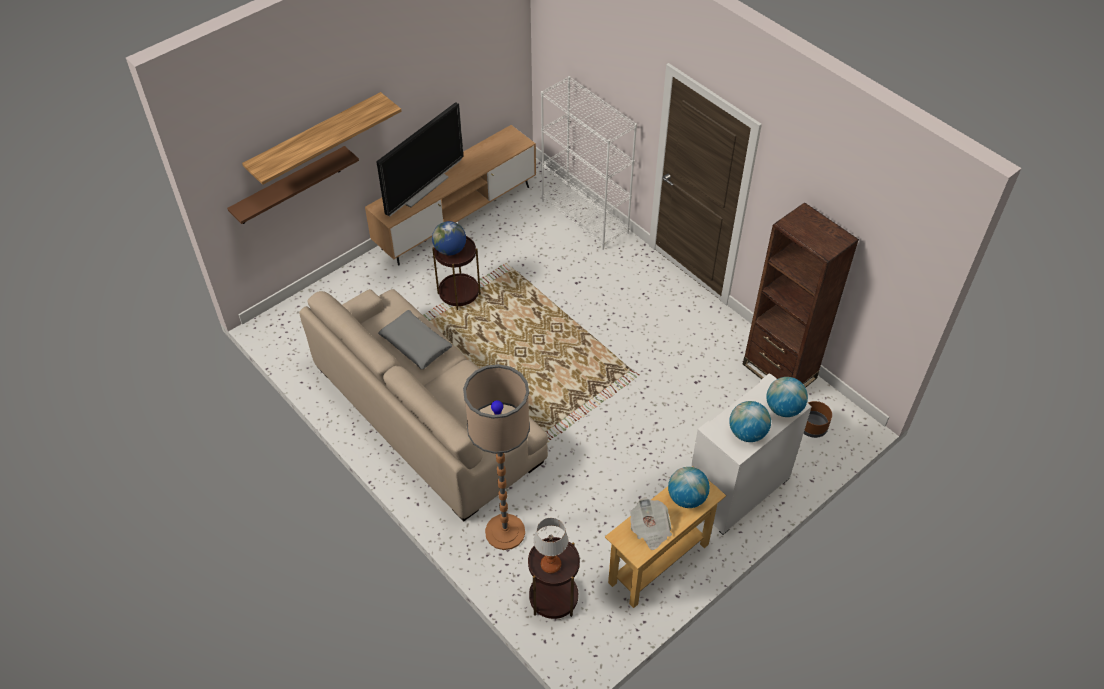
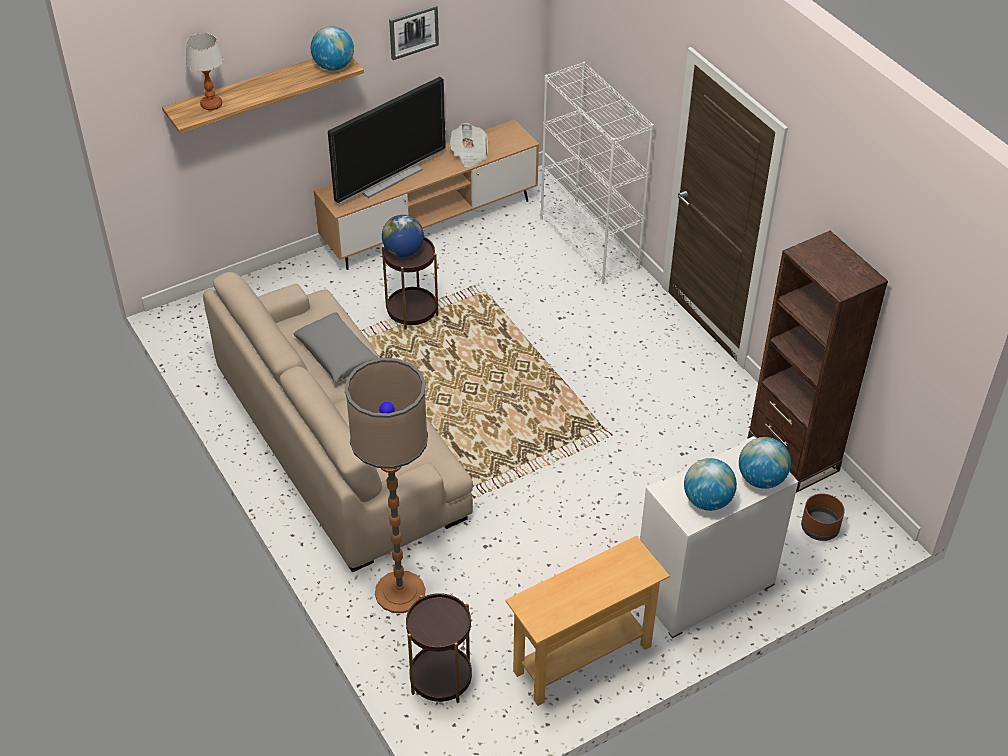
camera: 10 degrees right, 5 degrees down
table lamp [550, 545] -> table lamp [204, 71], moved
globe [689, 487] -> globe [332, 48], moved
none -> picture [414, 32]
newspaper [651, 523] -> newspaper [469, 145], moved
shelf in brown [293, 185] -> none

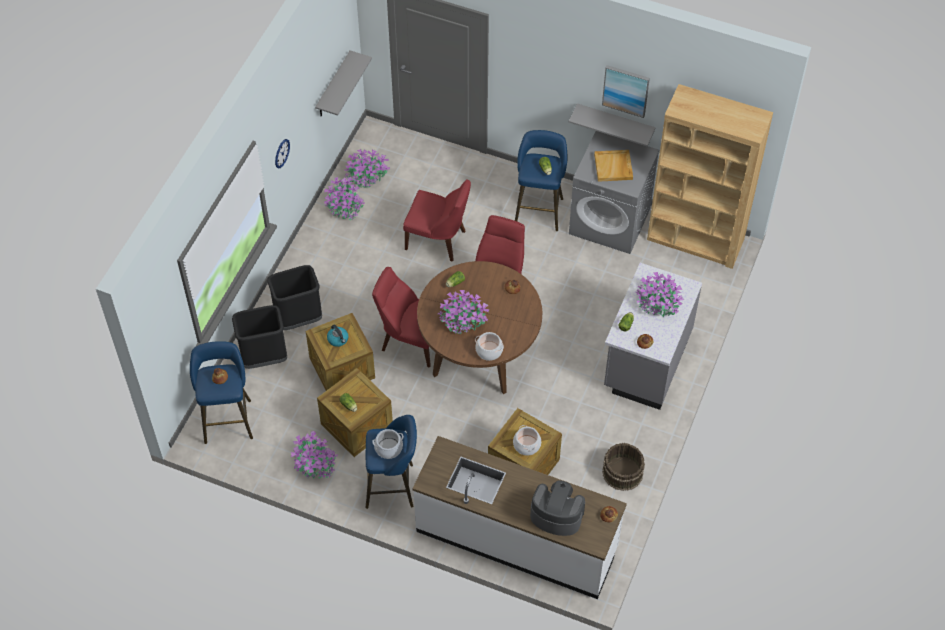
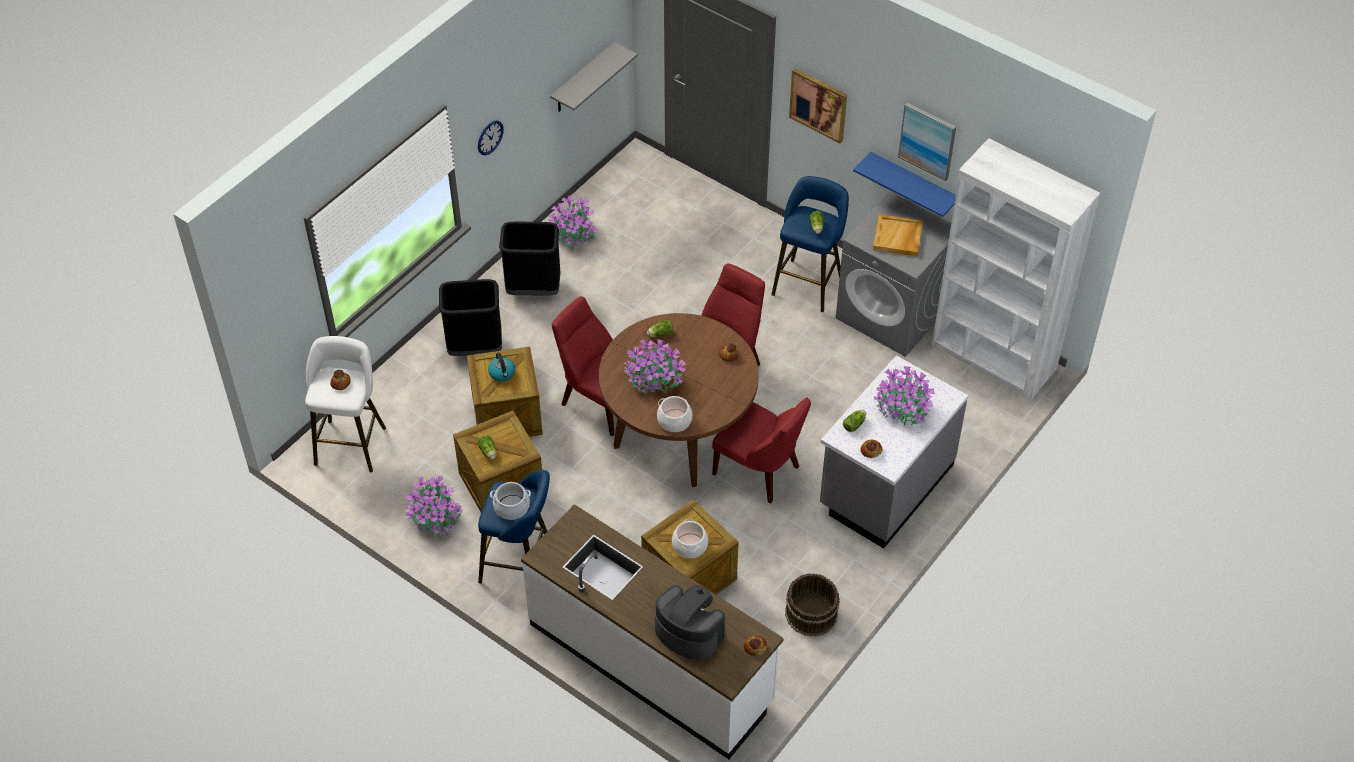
camera: 15 degrees right, 5 degrees down
stool in blue [221, 392] -> stool in white [345, 404]
trash can in black [259, 337] -> trash can in black [529, 258], moved
chair in red [437, 220] -> chair in red [761, 450], moved
none -> picture [818, 106]
shelf in grey [612, 124] -> shelf in blue [904, 184]
bookcase in brown [710, 176] -> bookcase in white [1016, 269]
potted plant [367, 168] -> none

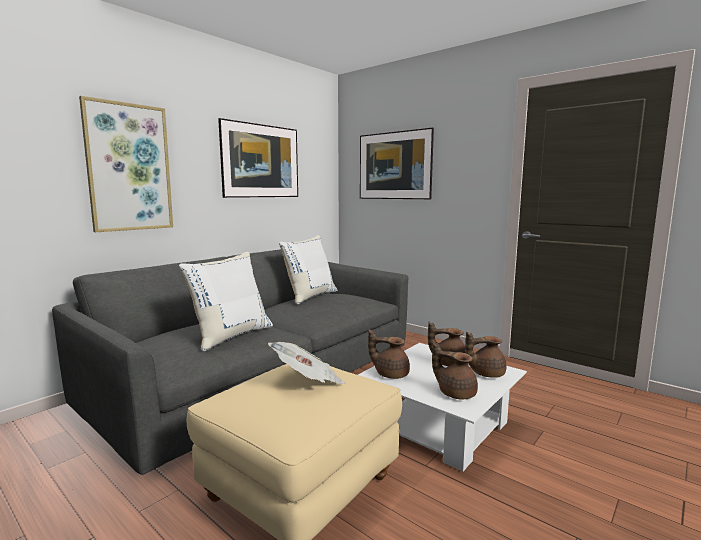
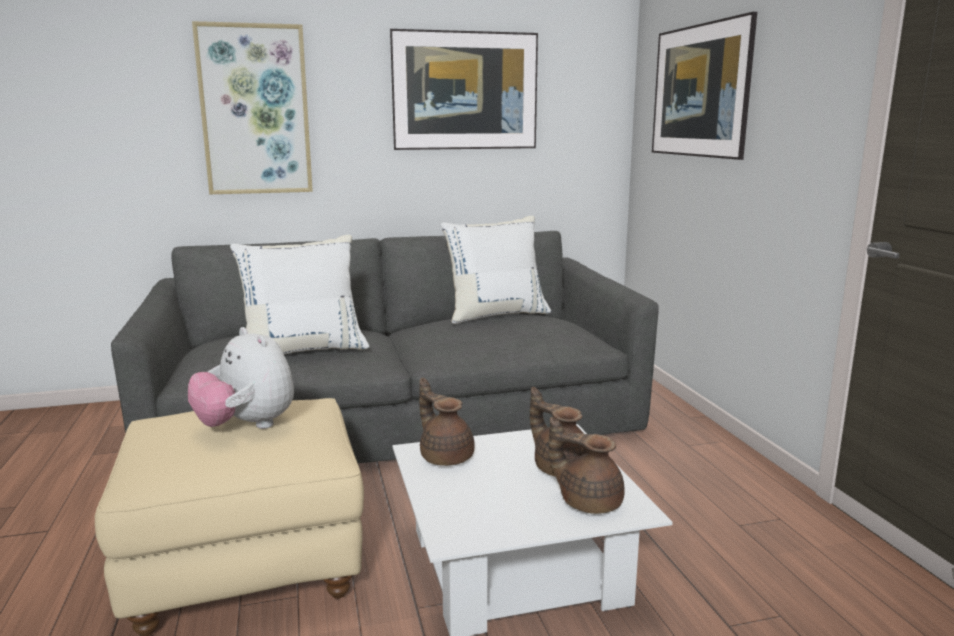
camera: 35 degrees right, 5 degrees up
newspaper [306, 363] -> plush toy [241, 378]
teapot in brown [455, 370] -> none

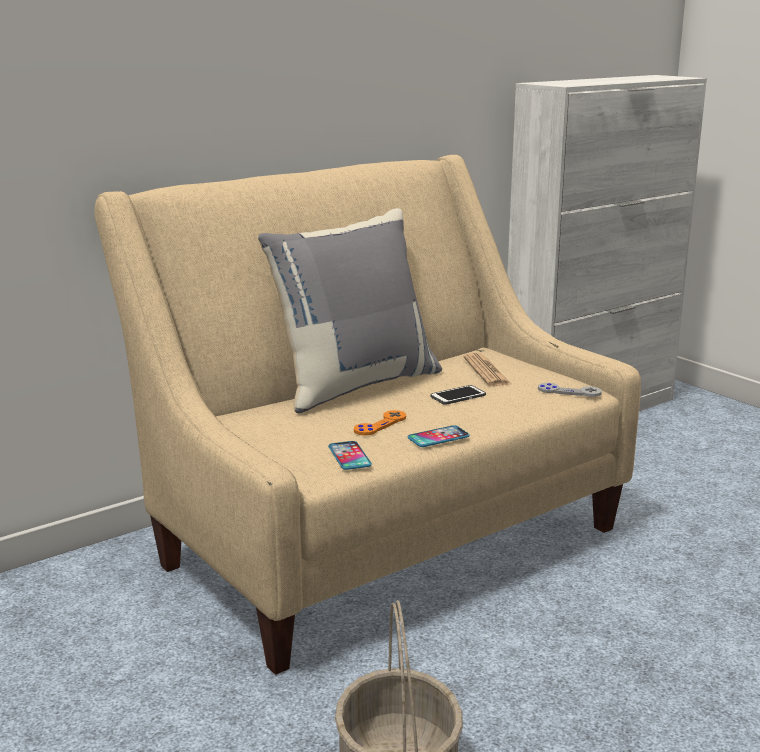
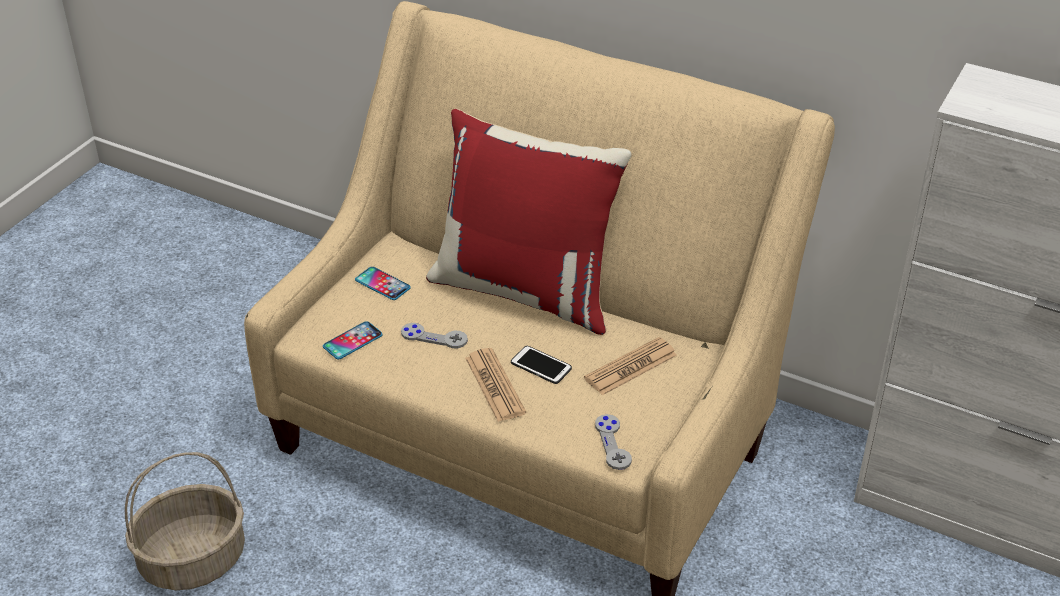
camera: 65 degrees right, 20 degrees up
phone [439, 436] -> phone [383, 283], moved
game controller in orange [380, 422] -> game controller in grey [434, 335]
pillow in grey [350, 311] -> pillow in red [529, 222]
none -> newspaper [495, 385]

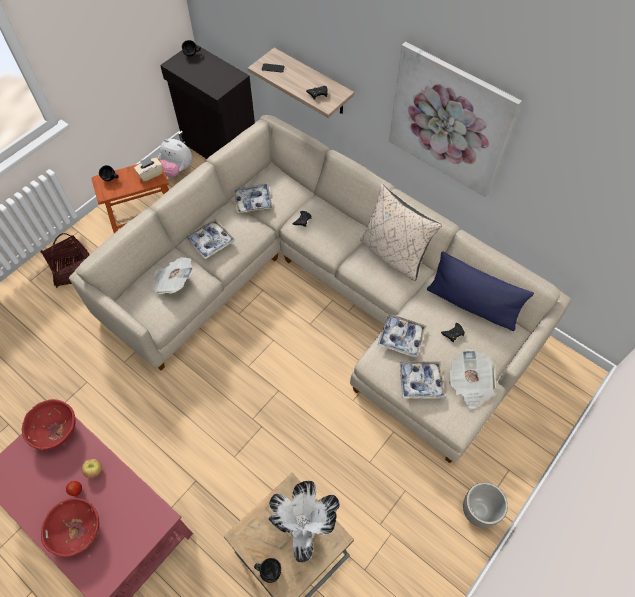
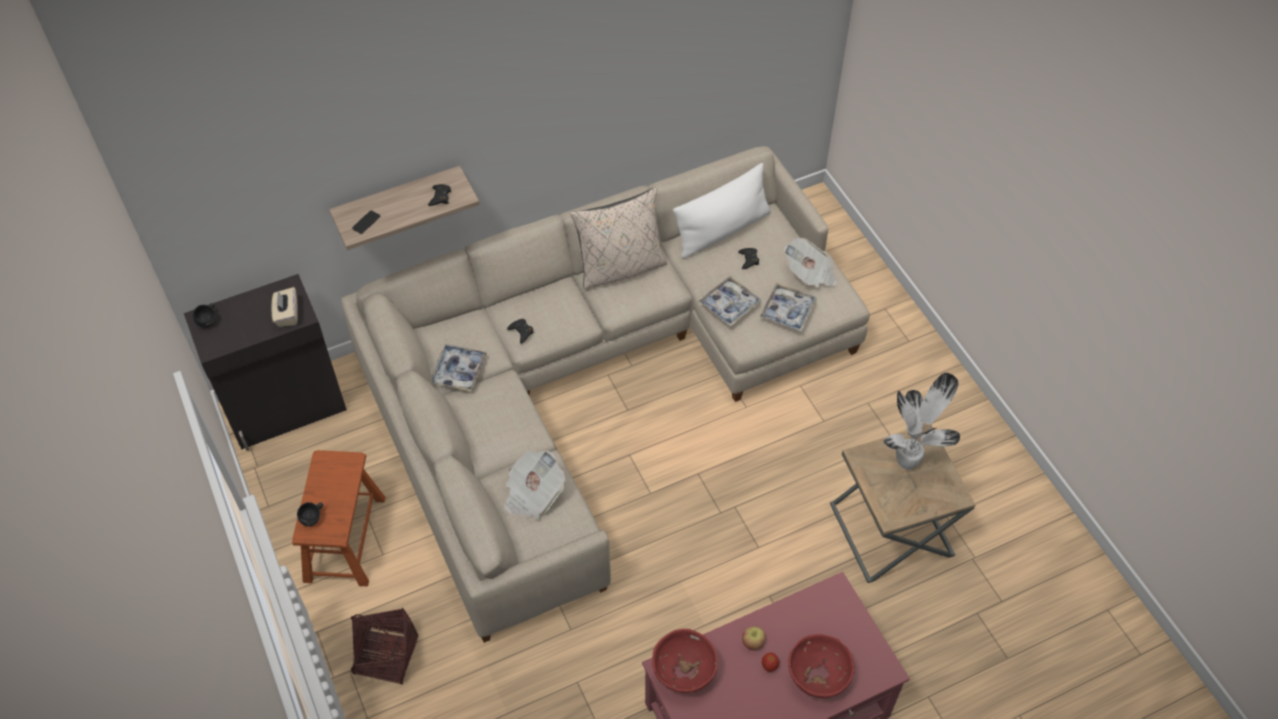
camera: 65 degrees left, 5 degrees down
tissue box in beige [148, 169] -> tissue box in beige [284, 307], moved
pillow in blue [480, 291] -> pillow in white [722, 211]
plush toy [174, 158] -> none
tray [210, 239] -> none
mug in black [267, 570] -> none
picture [455, 119] -> none
planter [485, 505] -> none

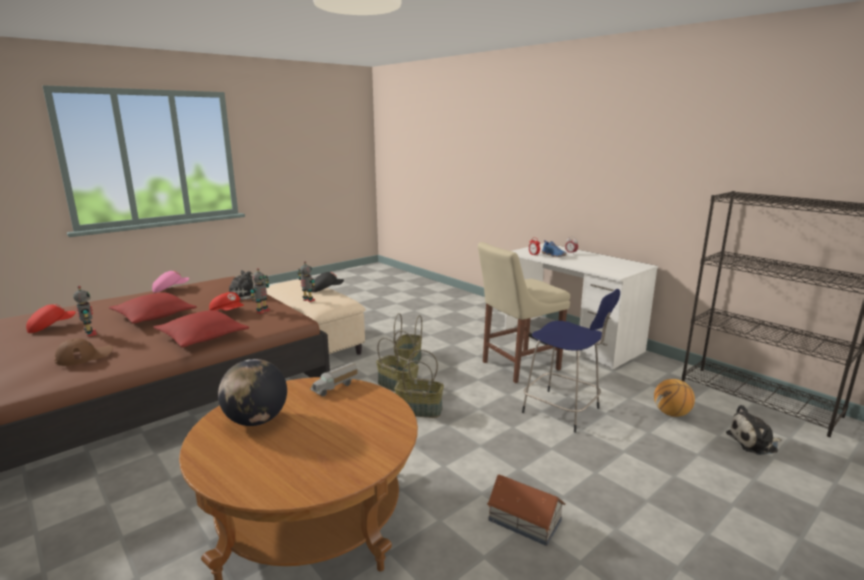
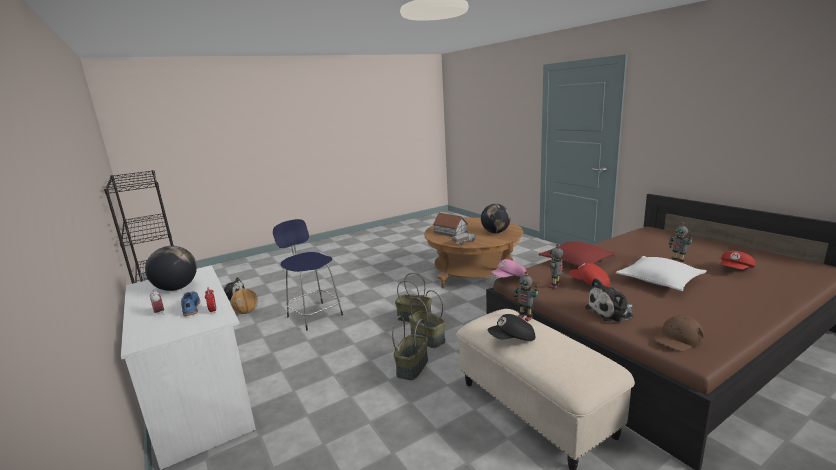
camera: 170 degrees left, 0 degrees up
none -> globe [171, 268]
toy house [526, 510] -> toy house [450, 225], moved
cap in pink [170, 282] -> cap in pink [509, 268], moved
pillow in red [153, 308] -> pillow in white [661, 273]
cap in brown [84, 352] -> cap in brown [678, 333], moved
chair in beige [524, 312] -> none

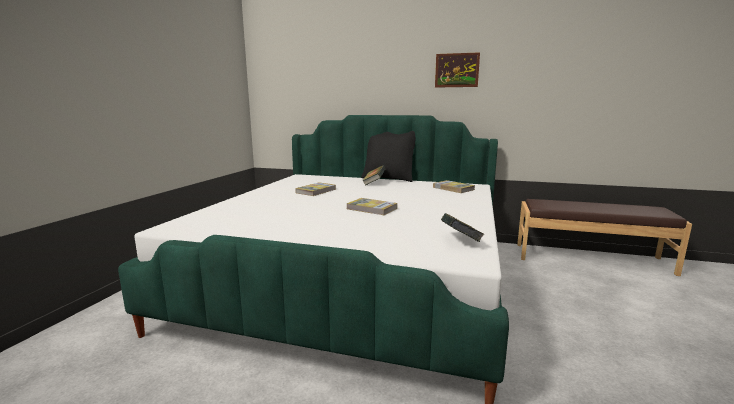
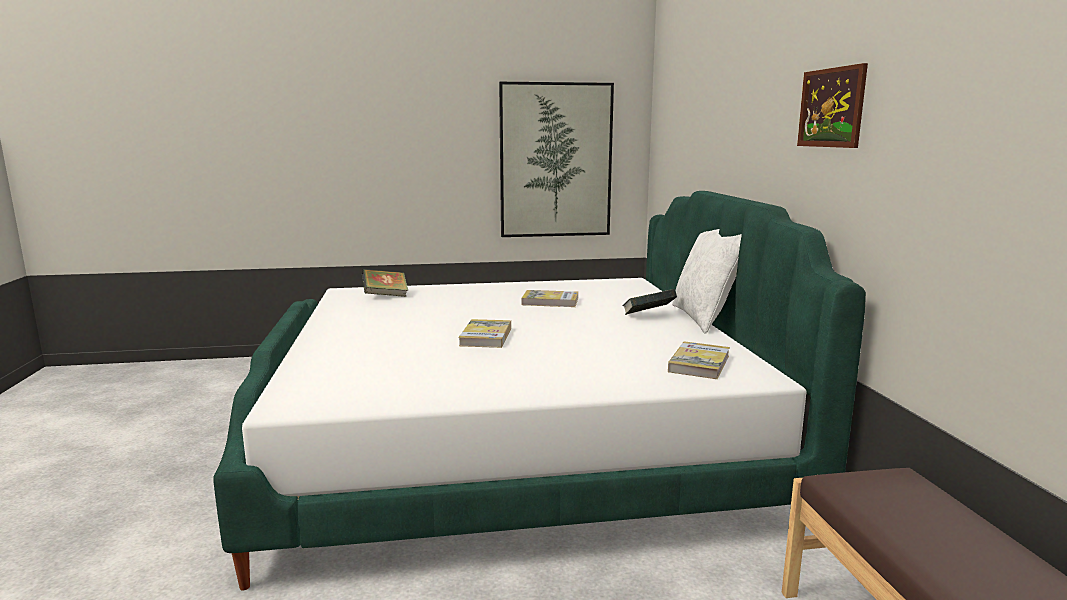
camera: 65 degrees right, 0 degrees up
book [463, 227] -> book [385, 283], moved
none -> picture [556, 159]
pillow in black [388, 156] -> pillow in white [707, 281]

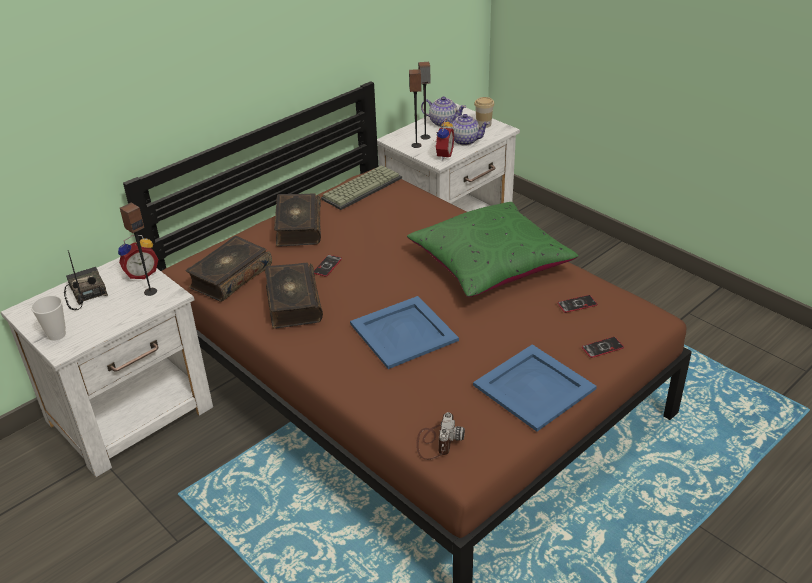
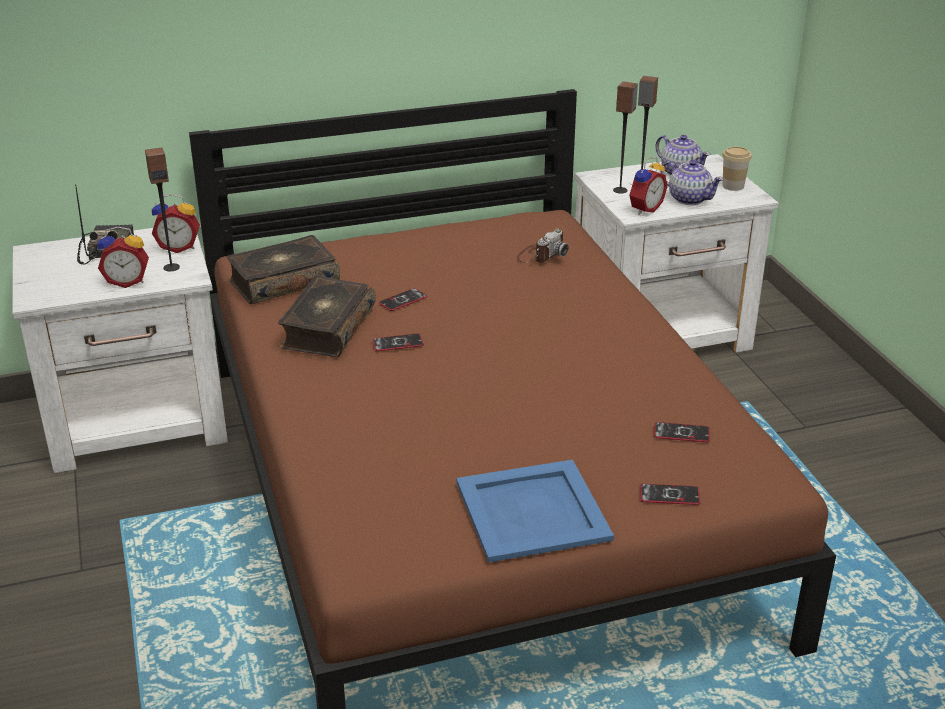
camera: 25 degrees right, 5 degrees down
none -> alarm clock [123, 257]
none -> phone [398, 342]
photo camera [440, 436] -> photo camera [543, 246], moved
cup [48, 318] -> none
book [297, 219] -> none
keyboard [361, 187] -> none
tray in blue [404, 332] -> none
pillow in green [492, 249] -> none

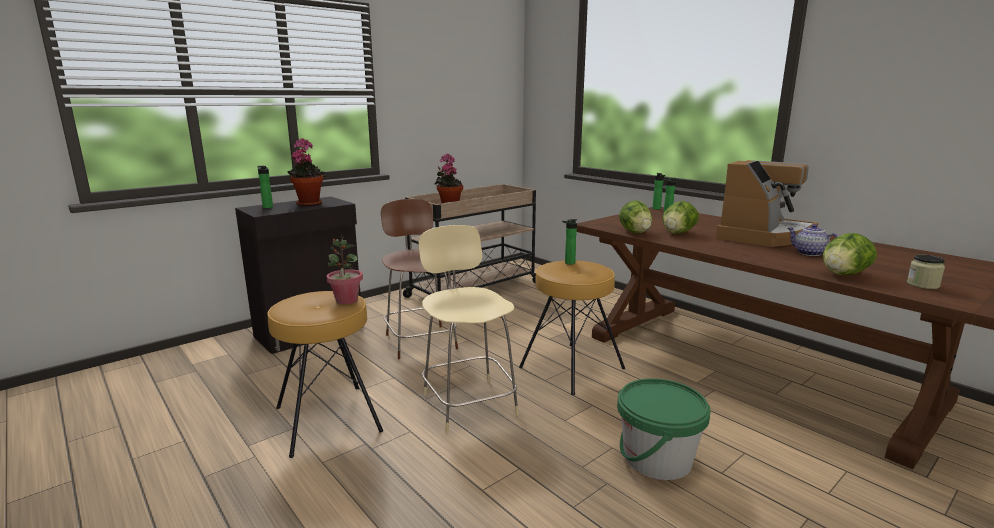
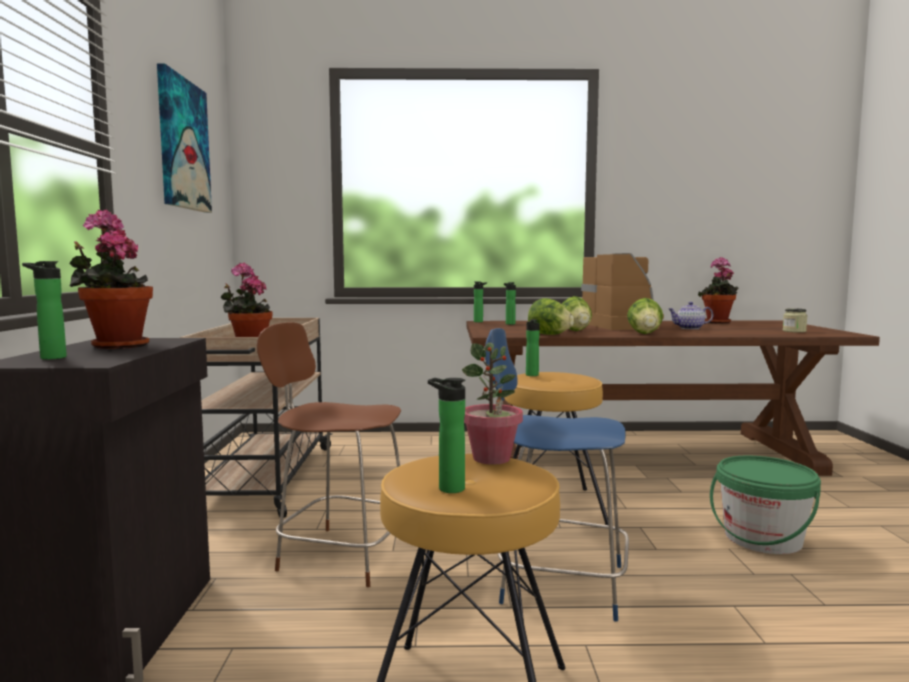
camera: 50 degrees left, 10 degrees down
none -> picture [184, 138]
none -> bottle [446, 435]
chair in beige [469, 329] -> chair in blue [557, 475]
lettuce [850, 254] -> lettuce [645, 316], moved
none -> potted plant [718, 290]

